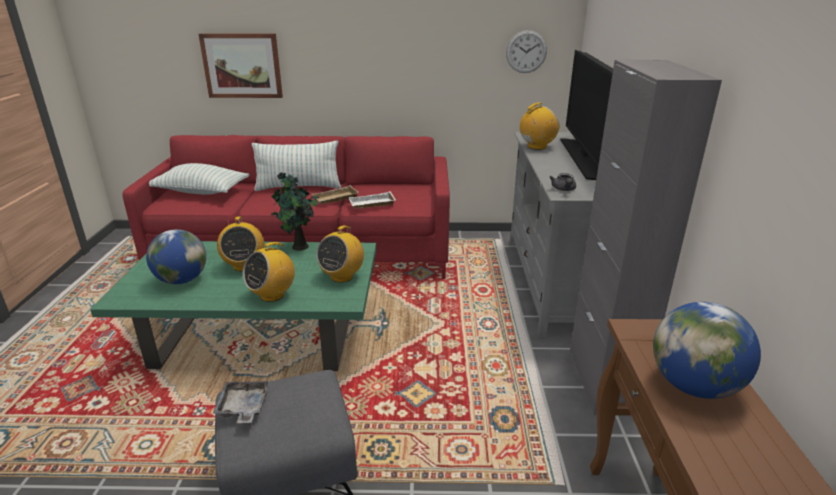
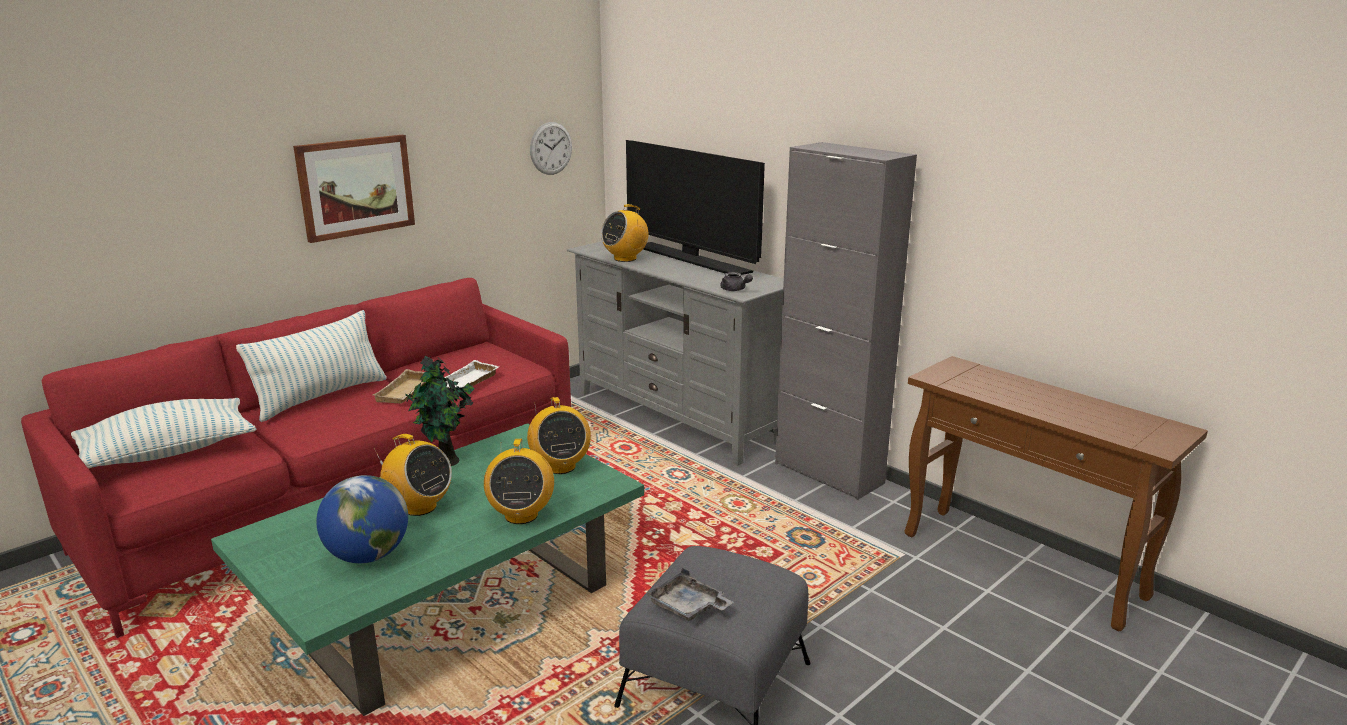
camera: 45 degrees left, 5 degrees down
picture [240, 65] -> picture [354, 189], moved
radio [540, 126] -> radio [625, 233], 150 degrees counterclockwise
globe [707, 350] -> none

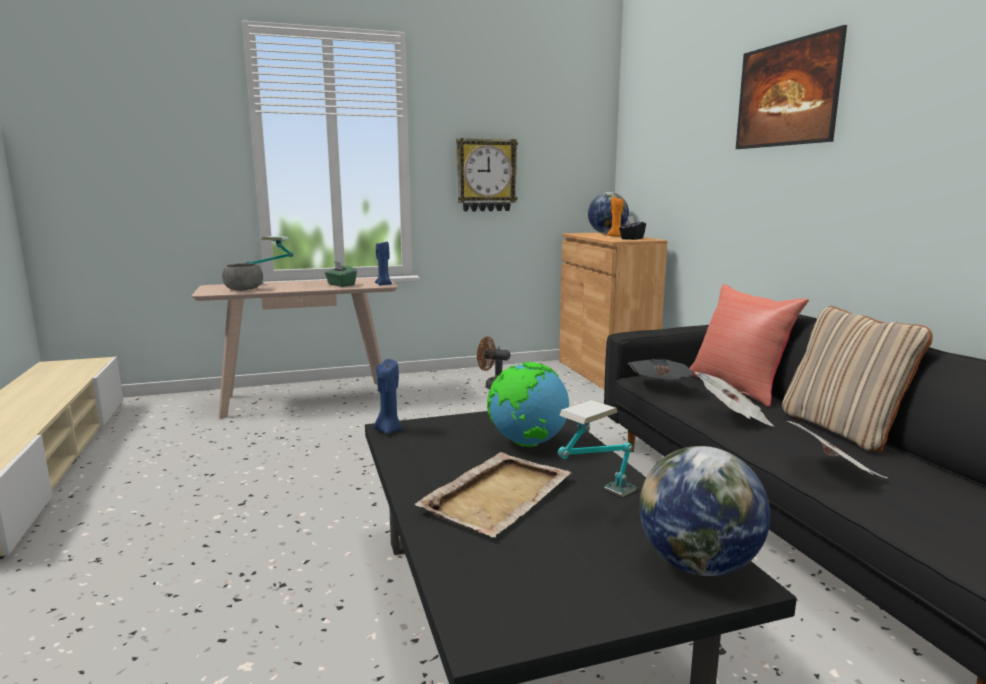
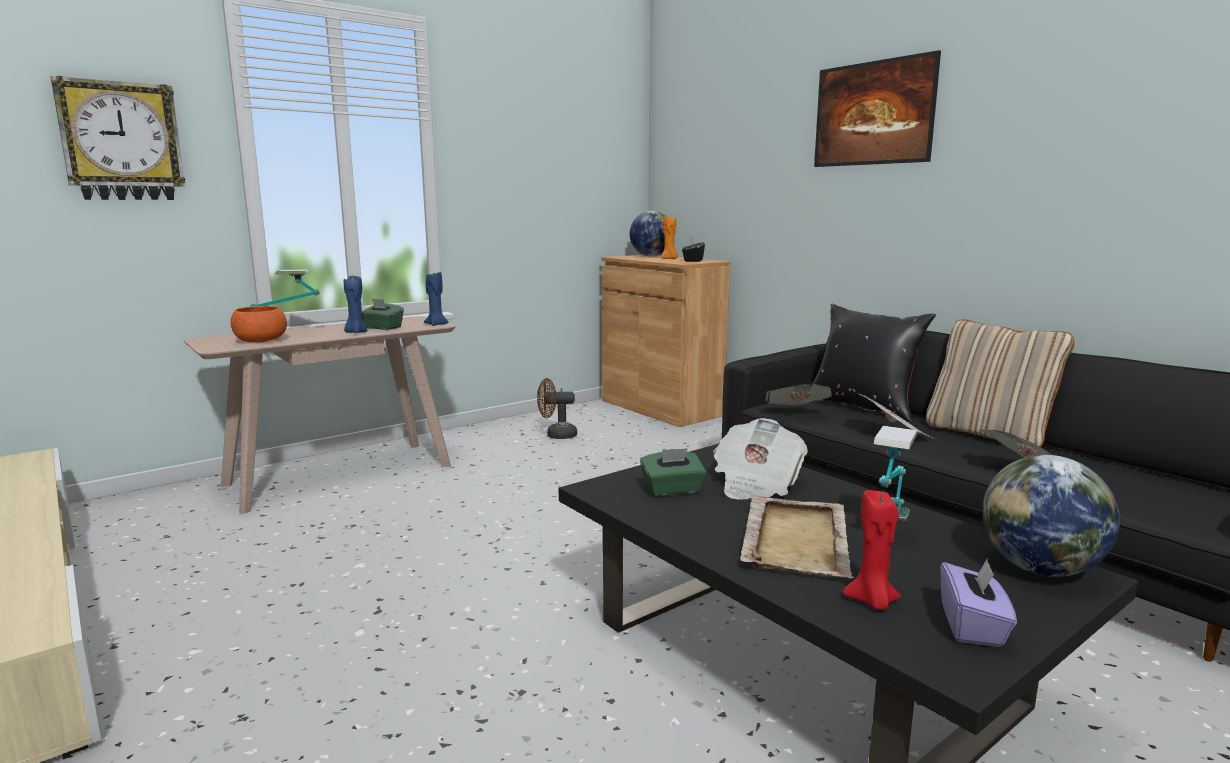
camera: 20 degrees left, 0 degrees up
wall clock [487, 175] -> wall clock [118, 138], moved
bowl in grey [242, 277] -> bowl in orange [258, 324]
candle in blue [388, 396] -> candle in blue [355, 304], moved
none -> tissue box in green [673, 472]
globe [528, 404] -> newspaper [760, 459]
pillow in red [749, 345] -> pillow in black [874, 363]
none -> candle in red [872, 550]
none -> tissue box in purple [978, 602]

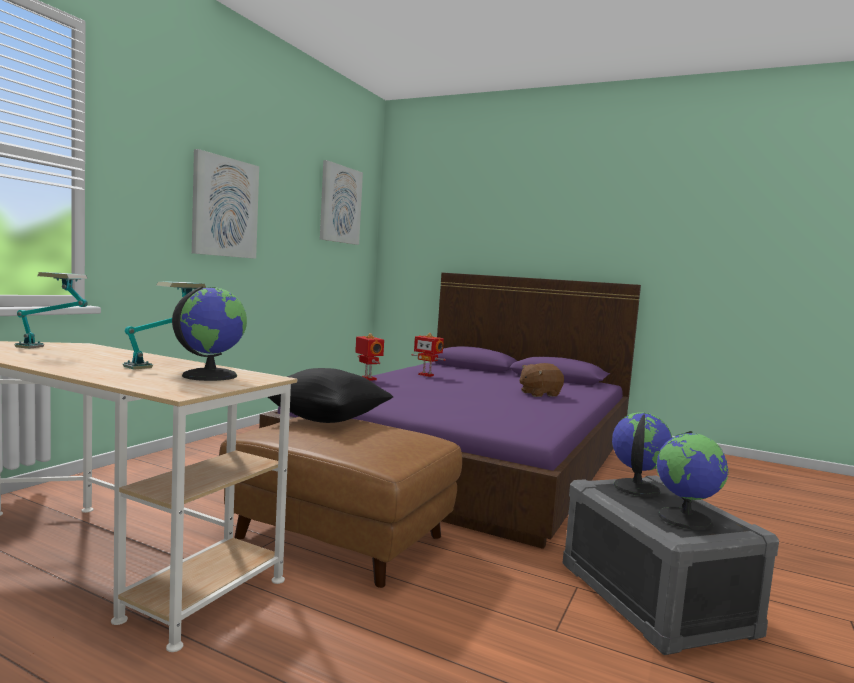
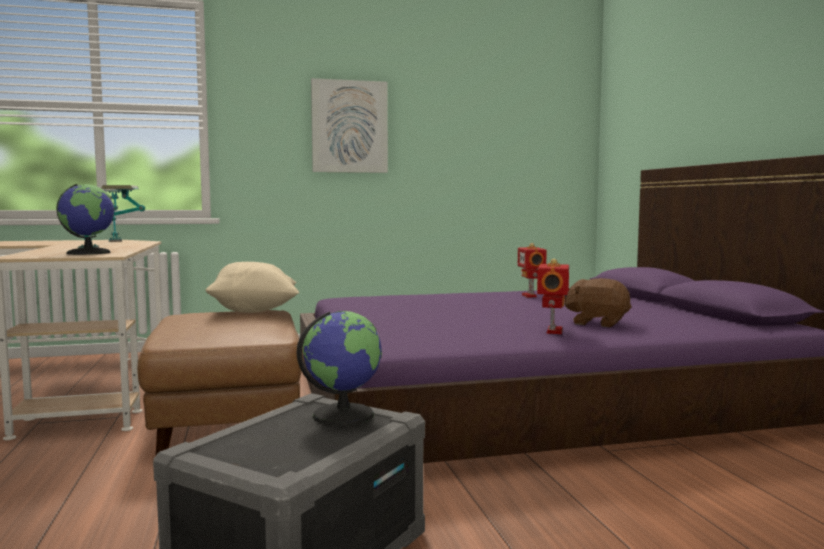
camera: 50 degrees right, 0 degrees up
pillow in black [330, 395] -> pillow in beige [252, 287]
toy robot [369, 357] -> toy robot [553, 296], moved
picture [341, 202] -> none
globe [692, 480] -> none

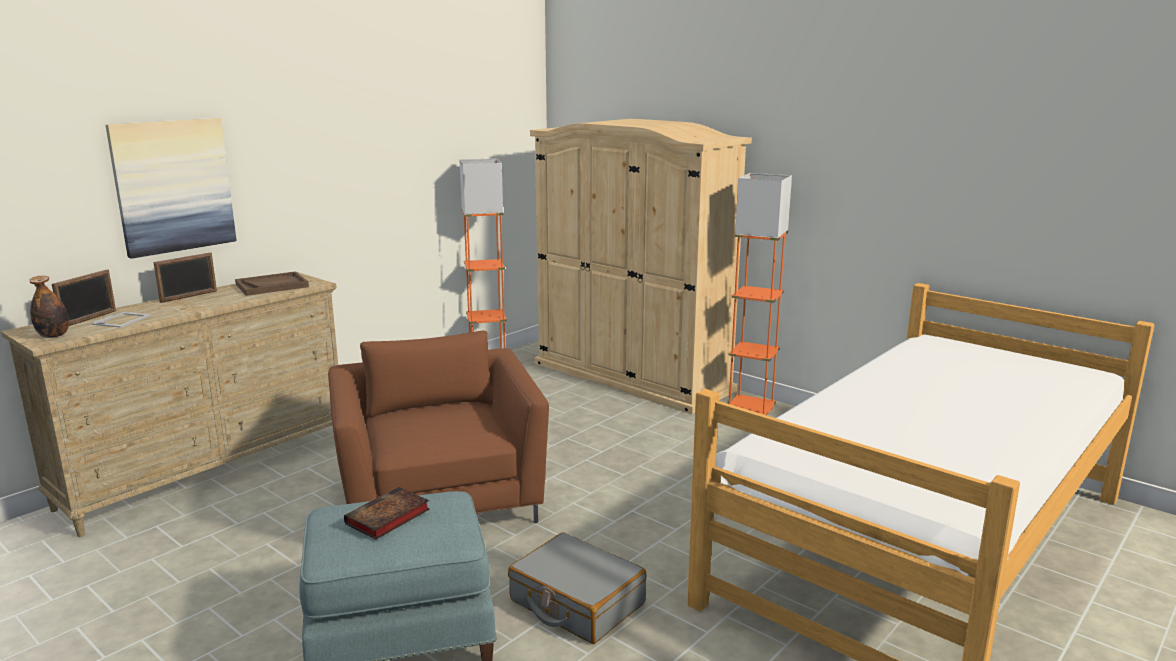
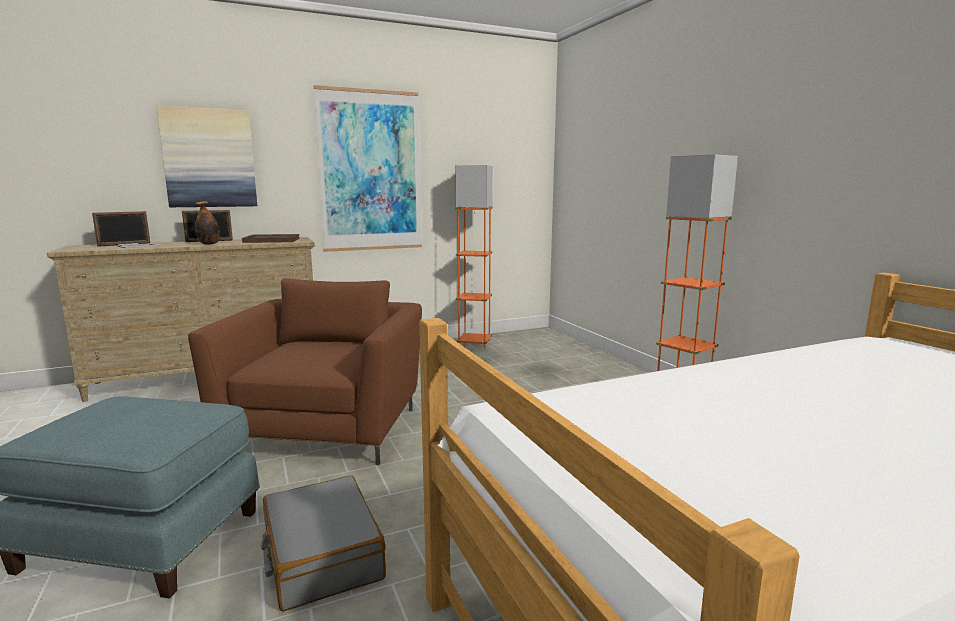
camera: 25 degrees right, 5 degrees down
bottle [49, 307] -> bottle [207, 223], moved
none -> picture [367, 168]
book [387, 513] -> none
wardrobe in beige [641, 266] -> none

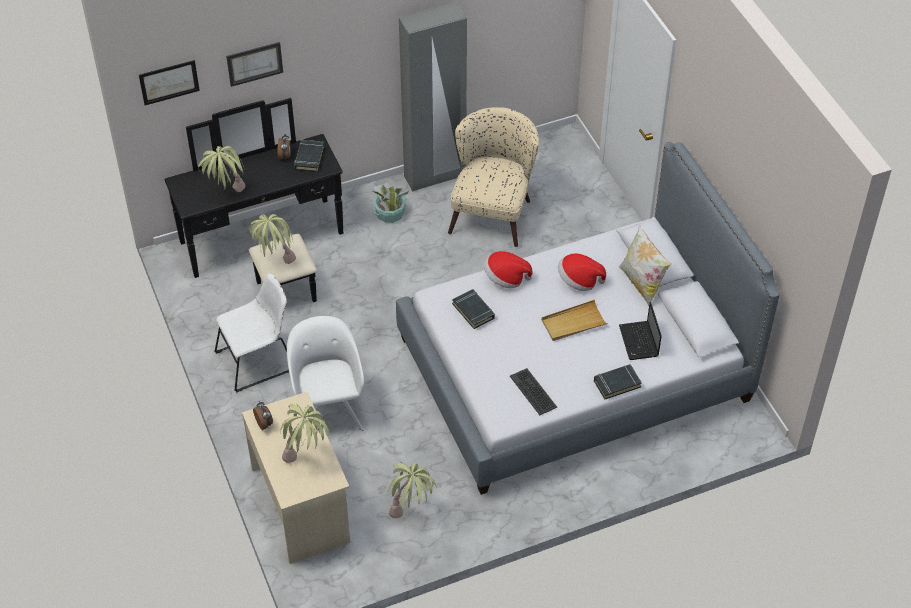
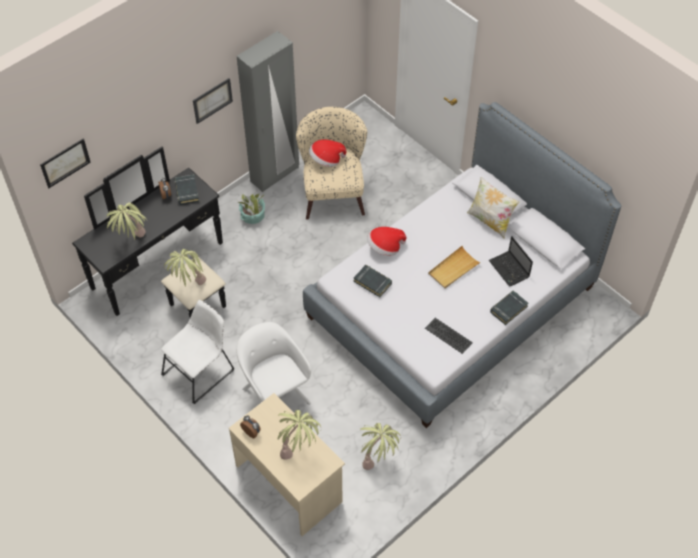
camera: 20 degrees left, 5 degrees up
picture [254, 64] -> picture [213, 101], moved
hat [582, 272] -> hat [328, 153], moved

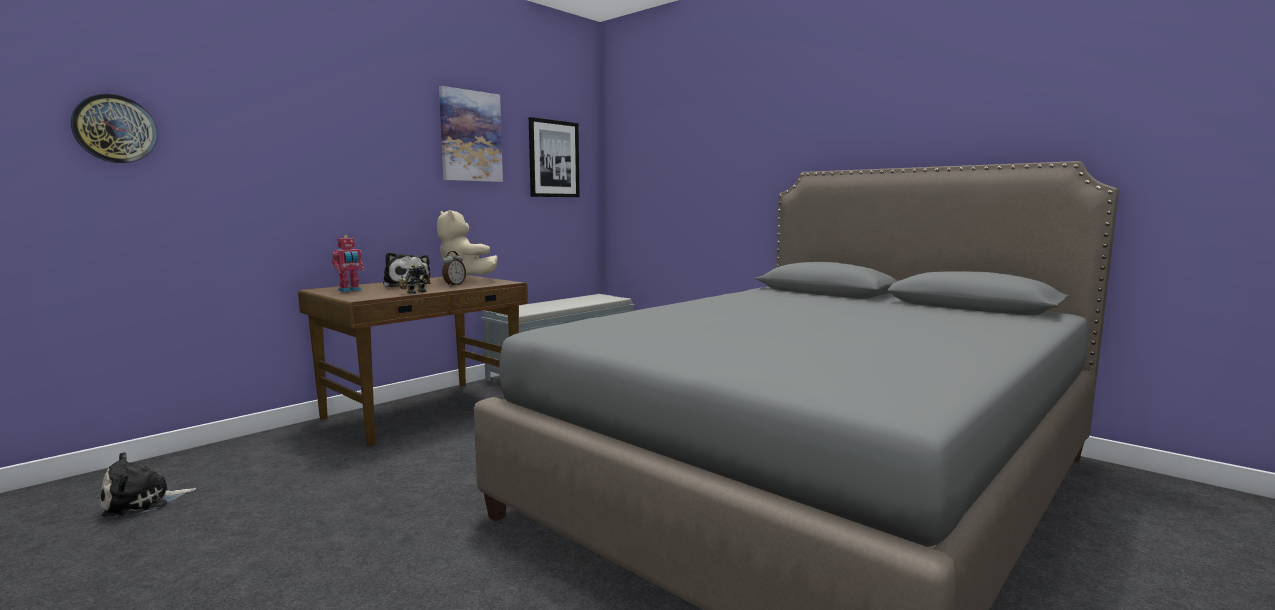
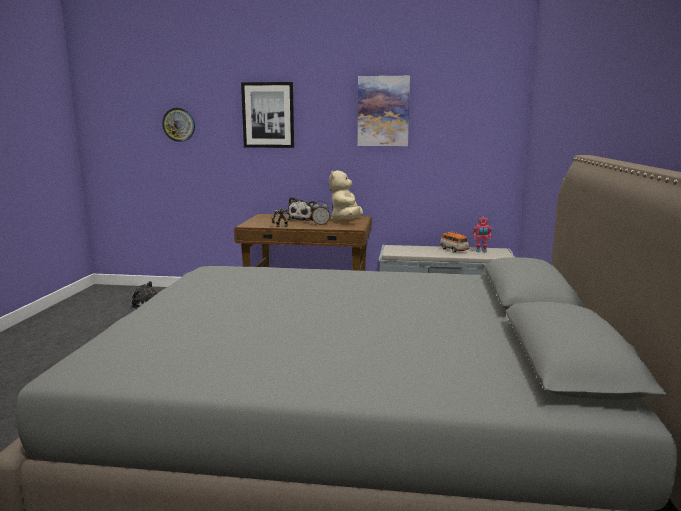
camera: 55 degrees right, 5 degrees up
picture [554, 157] -> picture [267, 115], moved
none -> toy car [454, 241]
toy robot [348, 263] -> toy robot [482, 234], moved

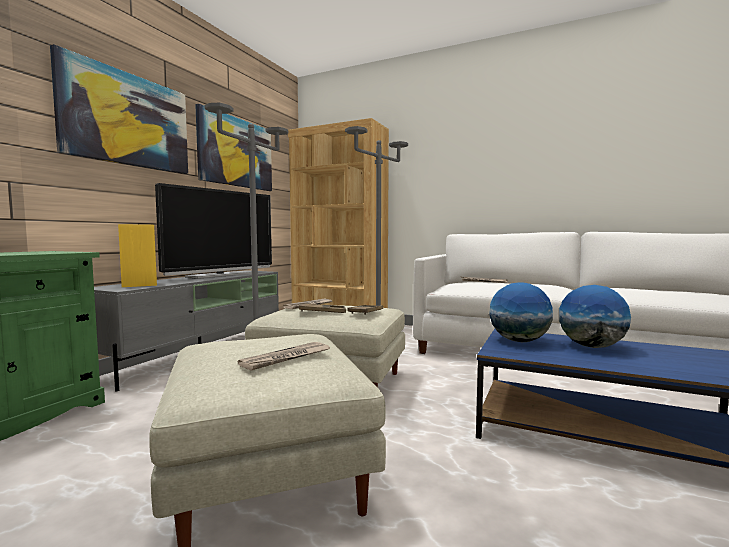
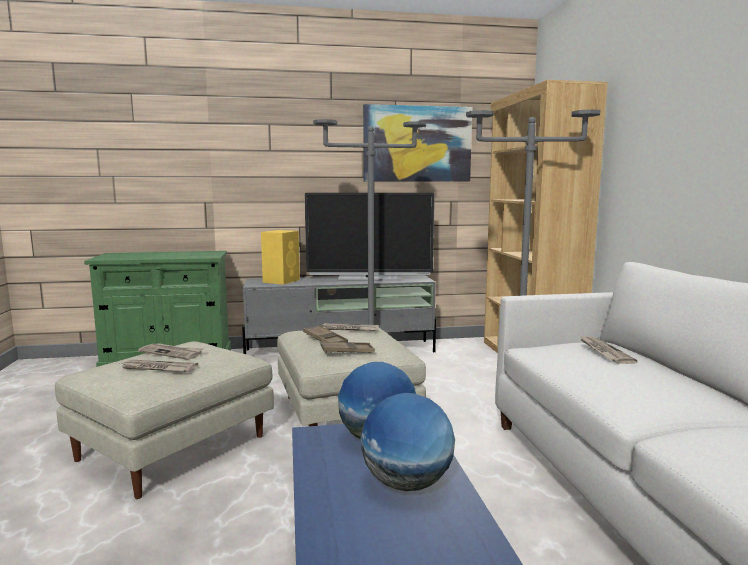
camera: 55 degrees right, 5 degrees up
none -> newspaper [171, 351]
picture [119, 109] -> none

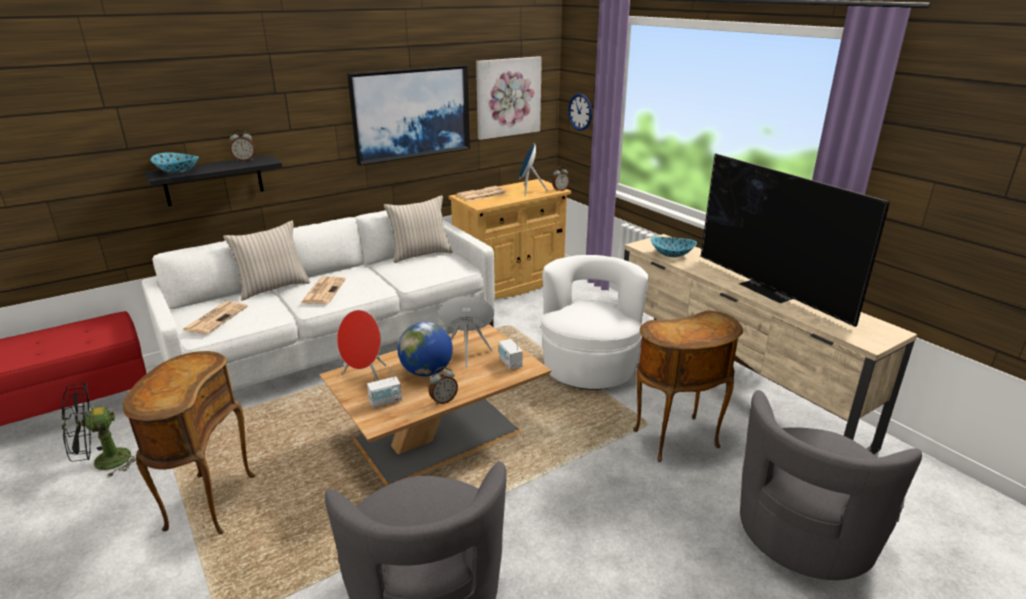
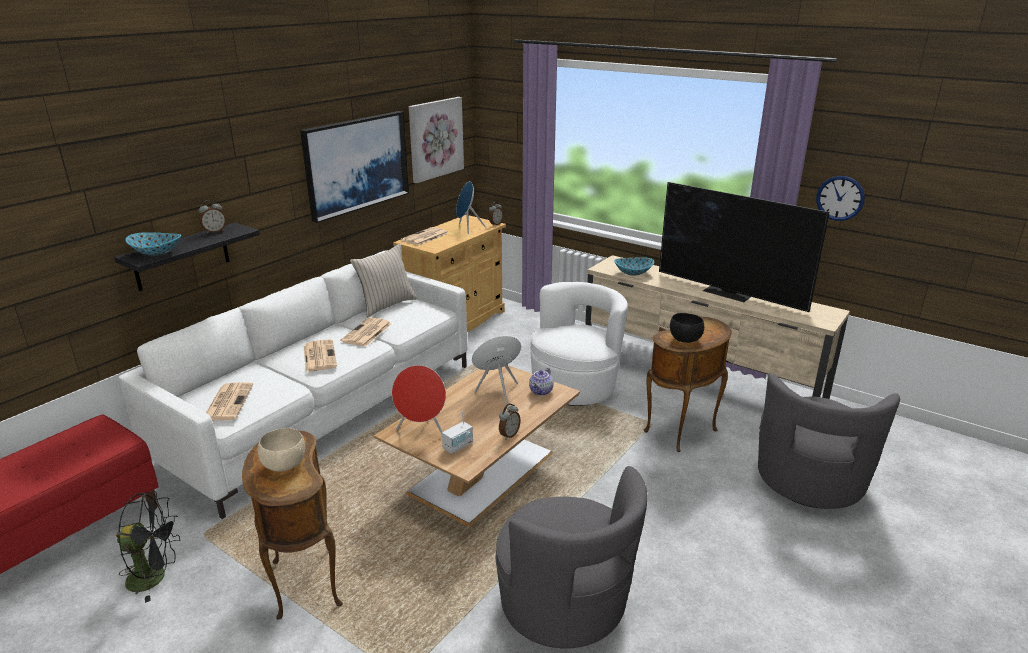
camera: 20 degrees left, 0 degrees up
fan in black [99, 430] -> fan in black [148, 547], 135 degrees counterclockwise
none -> bowl in beige [281, 450]
none -> newspaper [366, 331]
radio [510, 353] -> teapot [541, 381]
armchair in white [595, 322] -> armchair in white [579, 344], 45 degrees clockwise
none -> bowl in black [687, 328]
wall clock [580, 112] -> wall clock [840, 198], moved
pillow in beige [267, 260] -> none
globe [425, 349] -> none

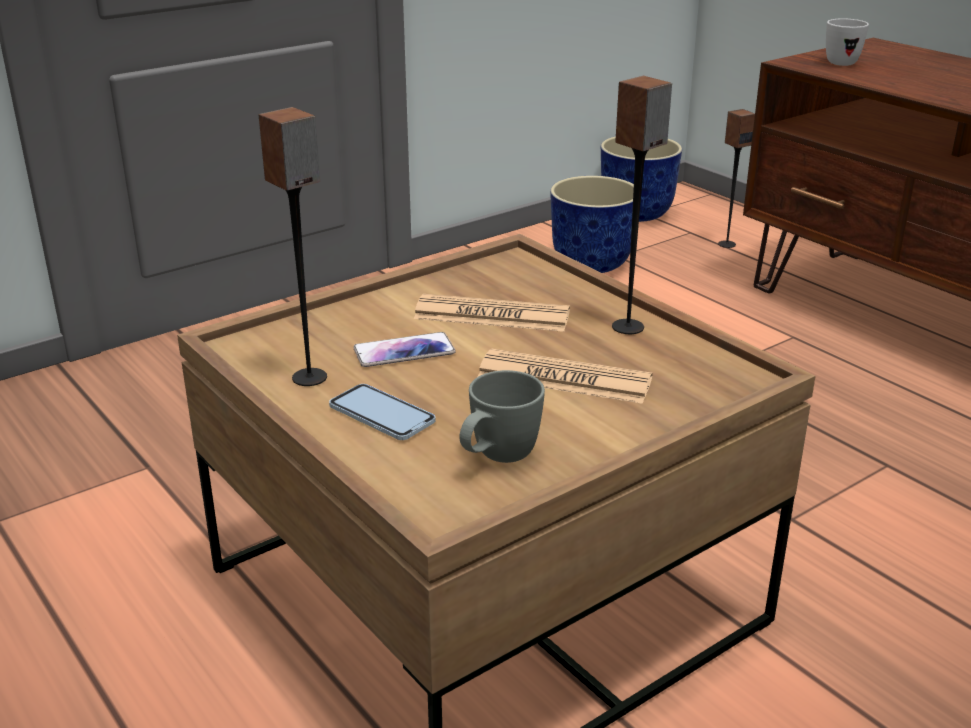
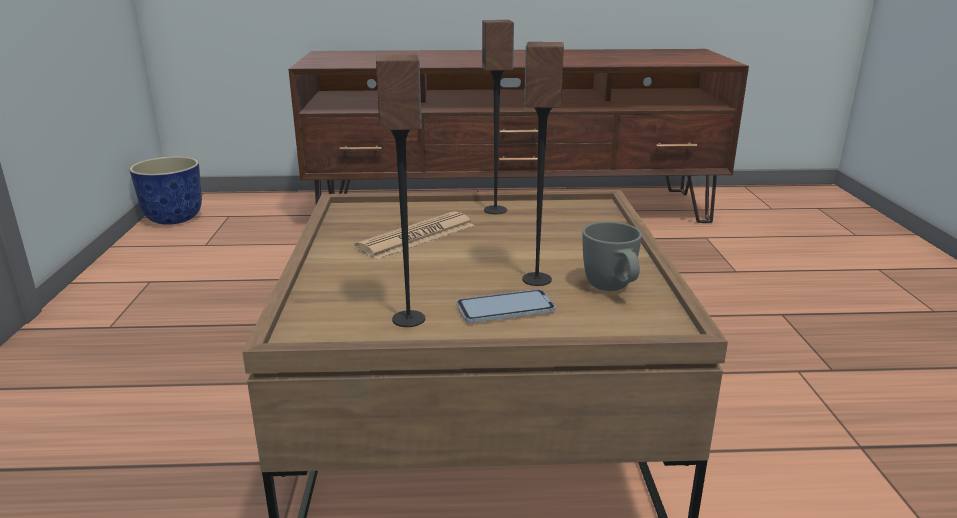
camera: 55 degrees left, 5 degrees down
speaker [736, 178] -> speaker [543, 164], moved
phone [404, 349] -> none
newspaper [565, 376] -> none
planter [592, 224] -> none
mug in white [847, 42] -> none

